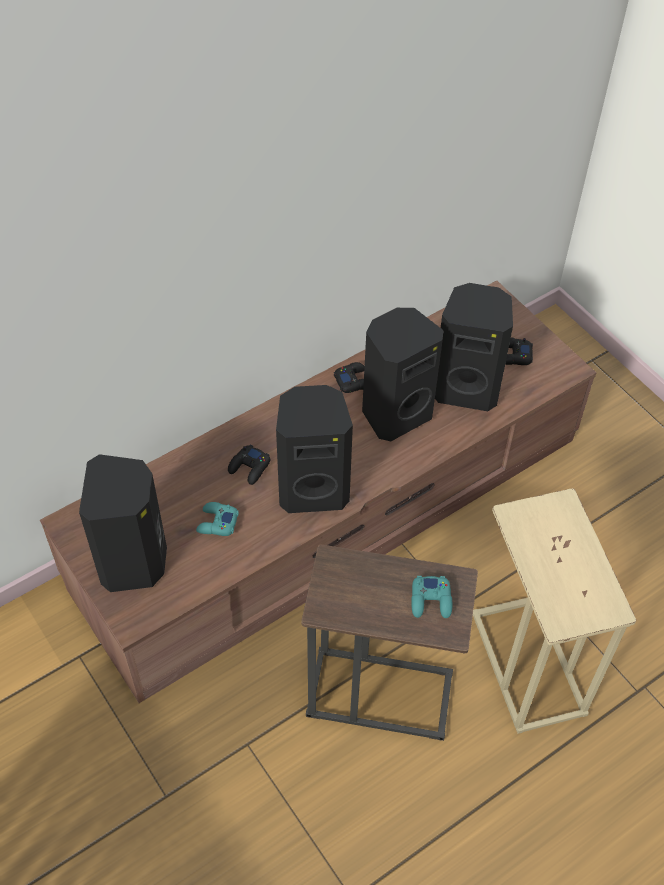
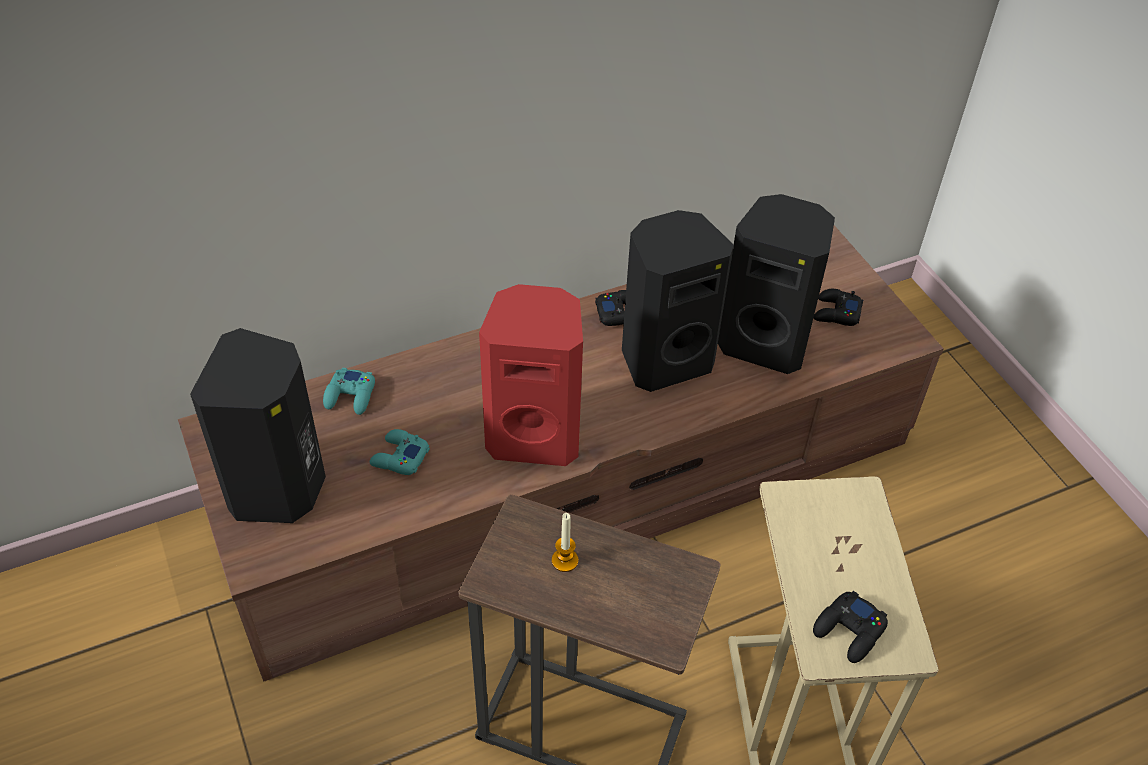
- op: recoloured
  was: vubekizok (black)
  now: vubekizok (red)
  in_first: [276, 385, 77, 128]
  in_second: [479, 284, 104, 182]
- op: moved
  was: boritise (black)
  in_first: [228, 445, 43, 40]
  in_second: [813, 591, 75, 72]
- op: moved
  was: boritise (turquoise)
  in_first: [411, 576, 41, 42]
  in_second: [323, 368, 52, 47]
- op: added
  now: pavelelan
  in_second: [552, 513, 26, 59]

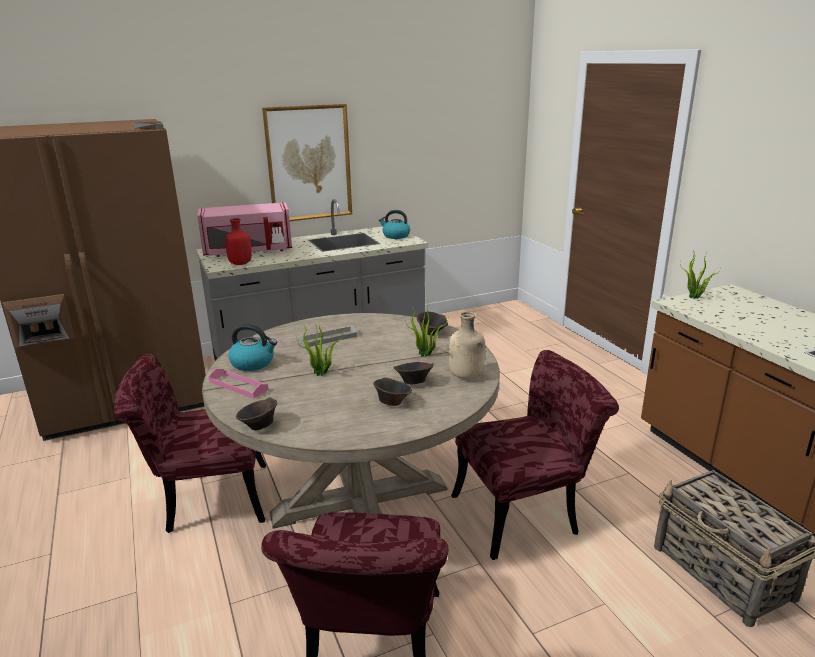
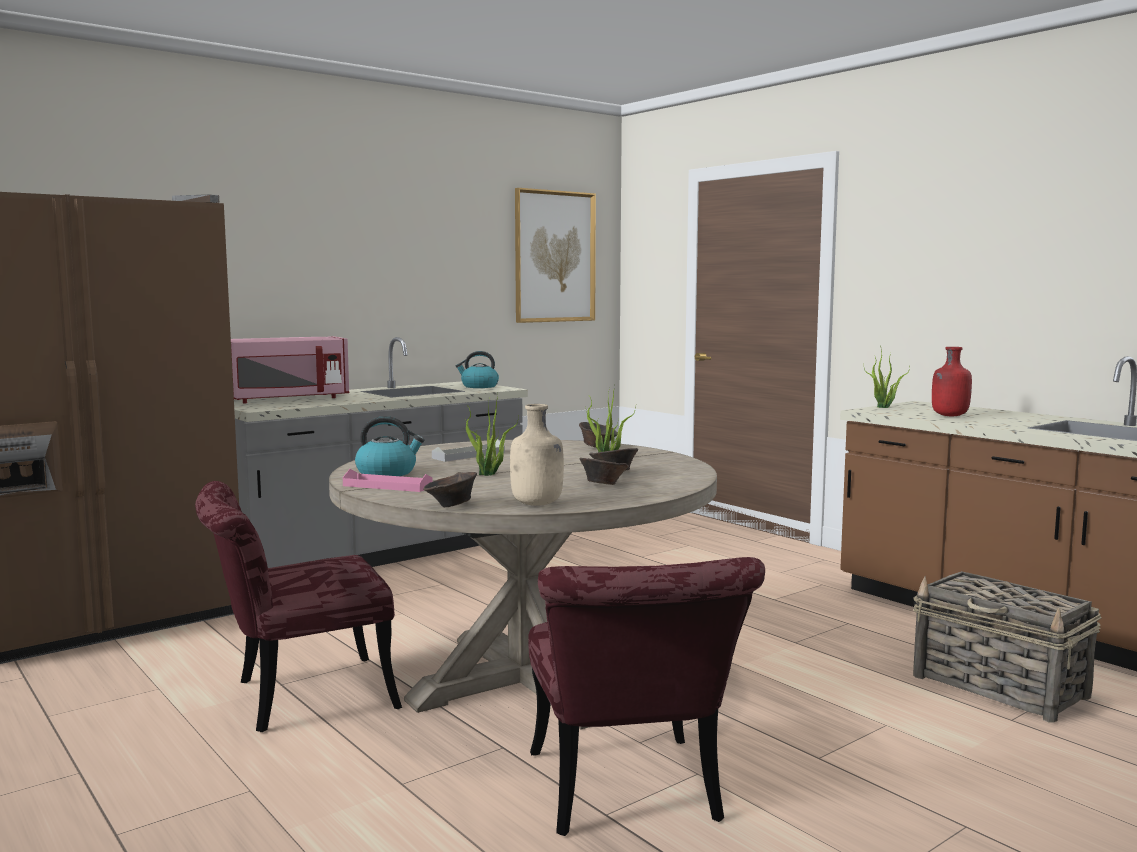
- op: moved
  was: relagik
  in_first: [262, 104, 90, 117]
  in_second: [515, 188, 81, 135]
- op: moved
  was: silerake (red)
  in_first: [225, 218, 27, 47]
  in_second: [932, 347, 40, 69]
- op: moved
  was: silerake (beige)
  in_first: [449, 312, 36, 67]
  in_second: [510, 404, 54, 102]
- op: removed
  was: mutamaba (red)
  in_first: [451, 350, 168, 210]

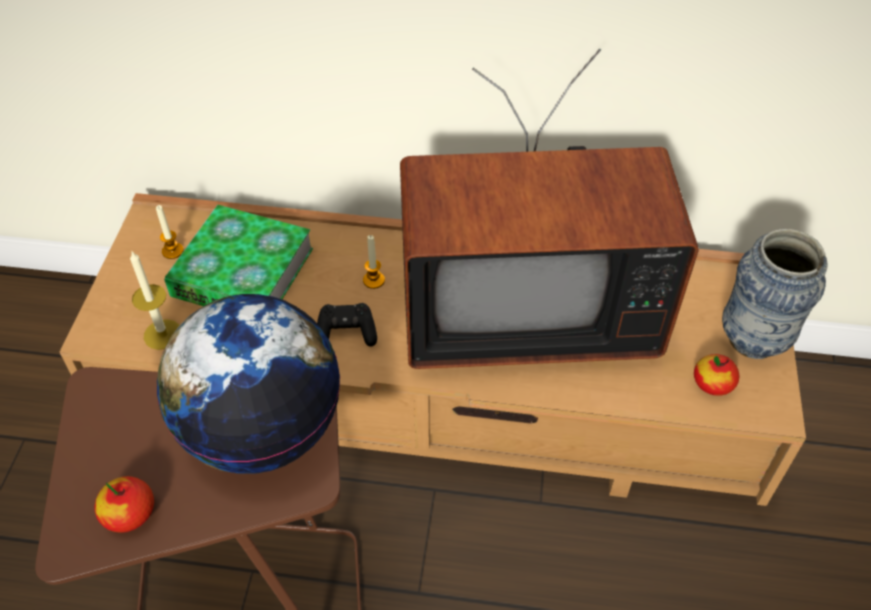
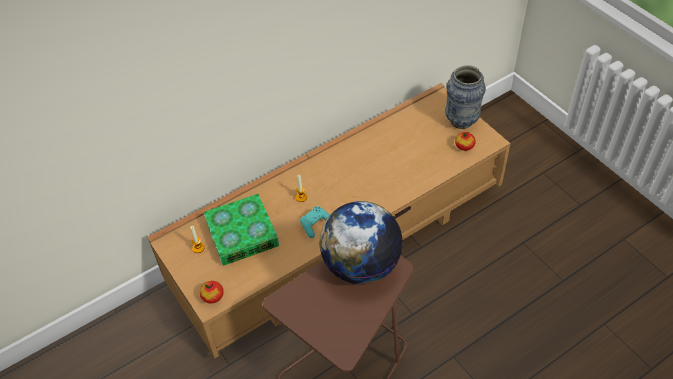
- op: removed
  was: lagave
  in_first: [400, 49, 299, 320]
- op: removed
  was: pavelelan
  in_first: [130, 252, 49, 98]
- op: recoloured
  was: boritise (black)
  now: boritise (turquoise)
  in_first: [317, 303, 60, 44]
  in_second: [300, 206, 30, 32]
- op: moved
  was: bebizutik
  in_first: [94, 476, 60, 57]
  in_second: [200, 281, 24, 23]

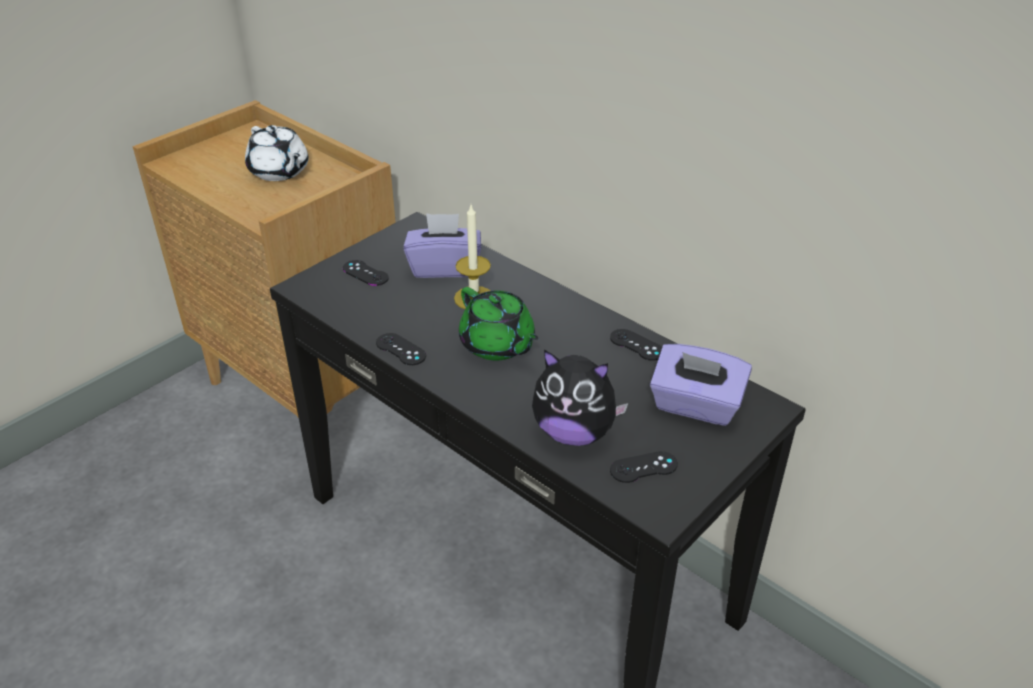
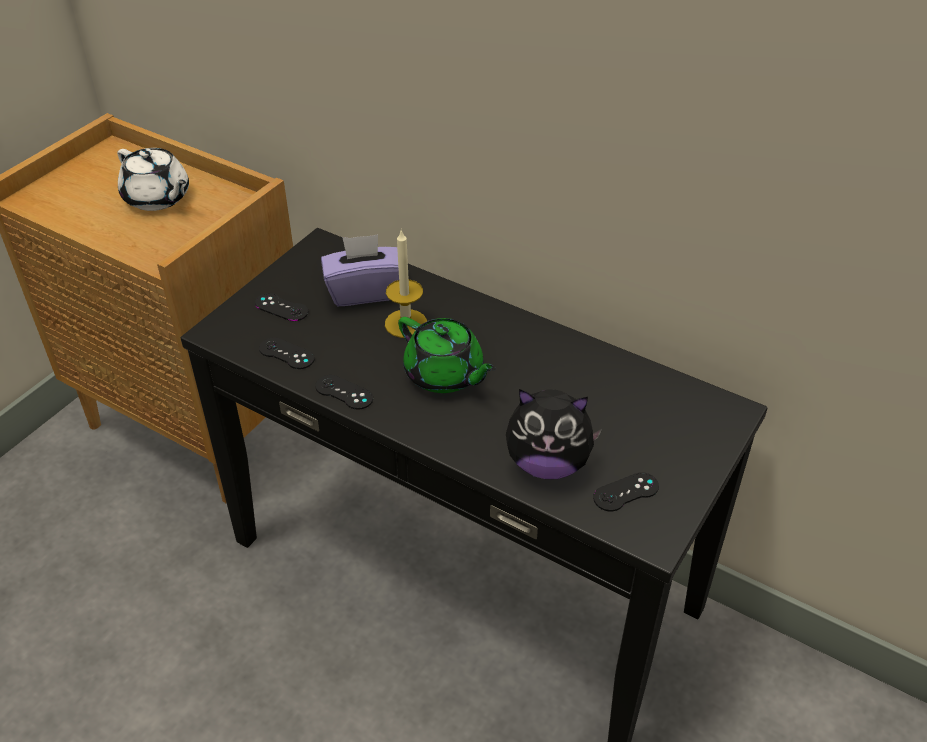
- op: moved
  was: boritise (black)
  in_first: [610, 329, 52, 32]
  in_second: [259, 337, 56, 32]
- op: removed
  was: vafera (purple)
  in_first: [650, 344, 102, 82]

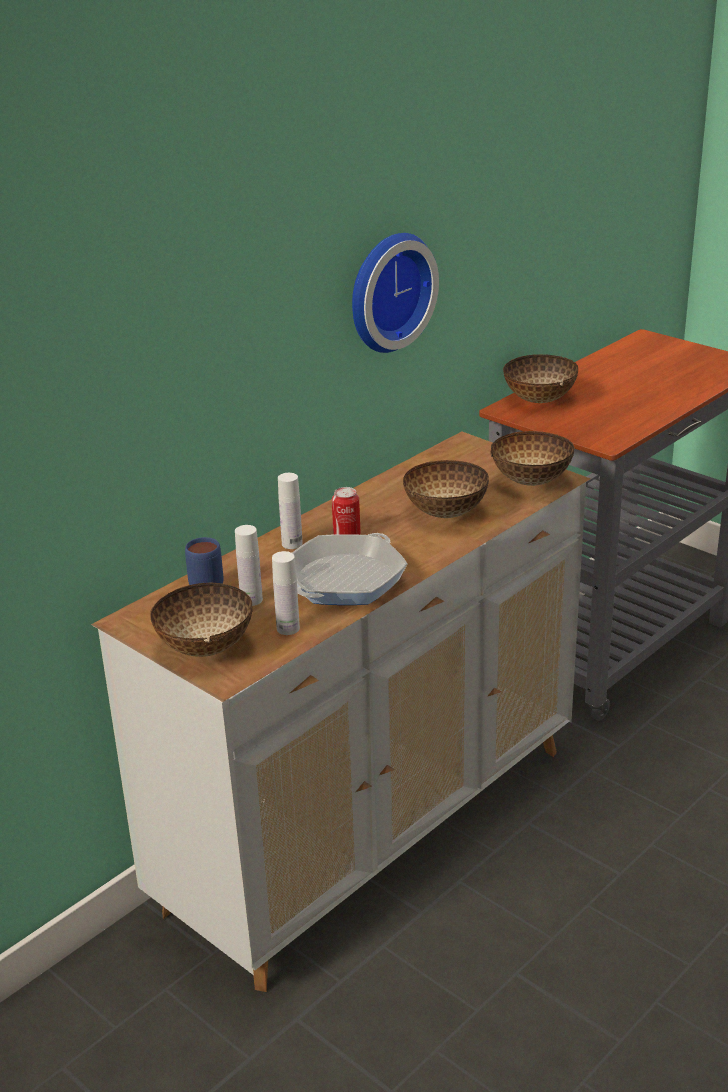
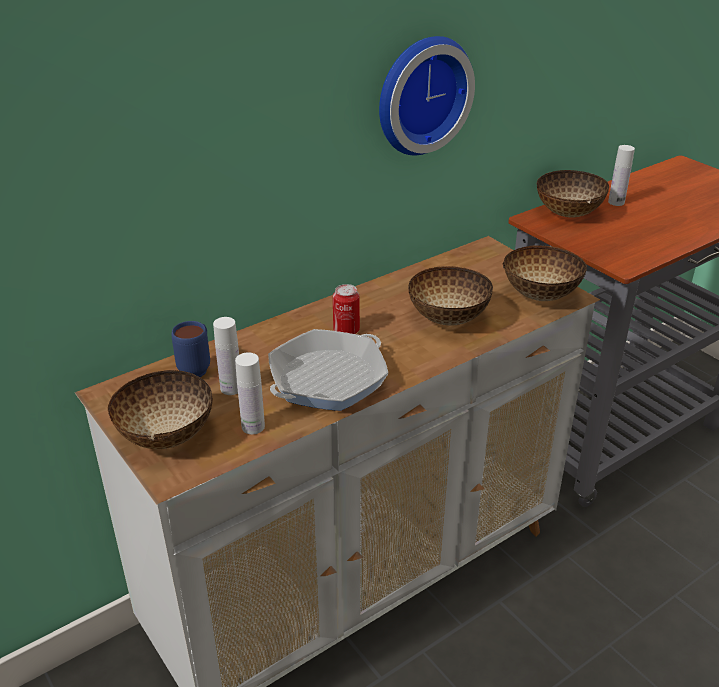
- op: moved
  was: silerake (white)
  in_first: [278, 473, 25, 76]
  in_second: [608, 145, 27, 61]

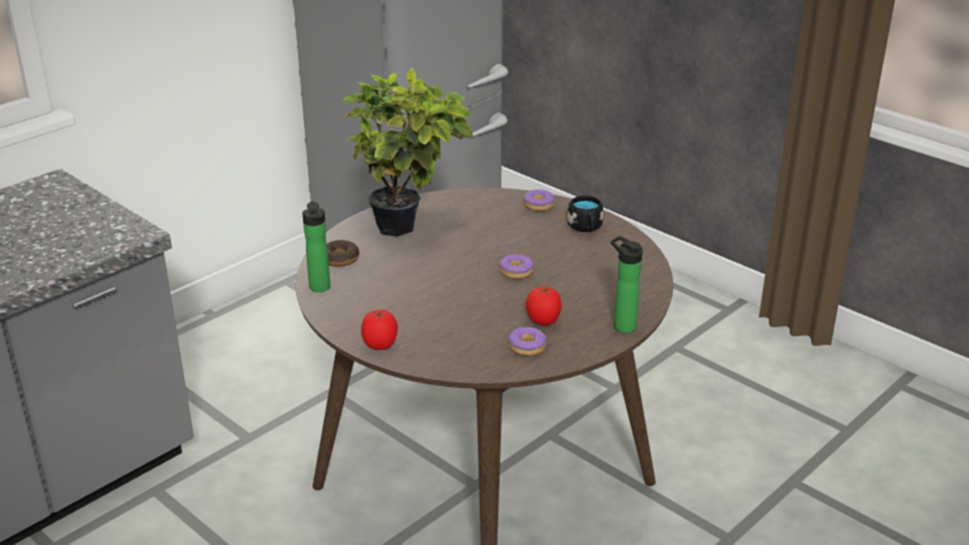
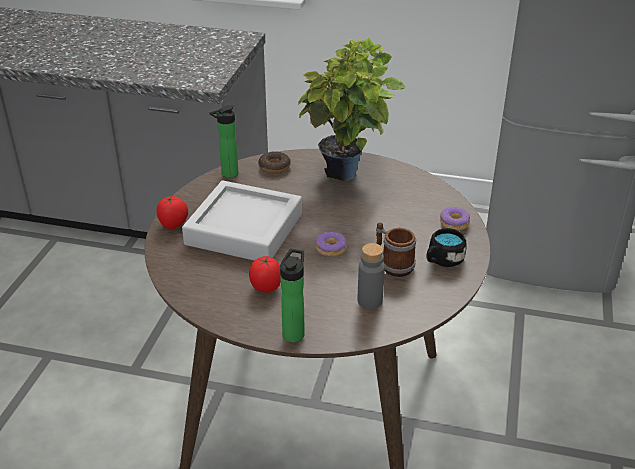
- op: removed
  was: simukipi
  in_first: [509, 327, 37, 29]
- op: added
  now: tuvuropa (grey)
  in_second: [182, 181, 120, 79]
- op: added
  now: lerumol
  in_second: [376, 222, 40, 55]
- op: added
  now: silerake (grey)
  in_second: [358, 243, 27, 66]

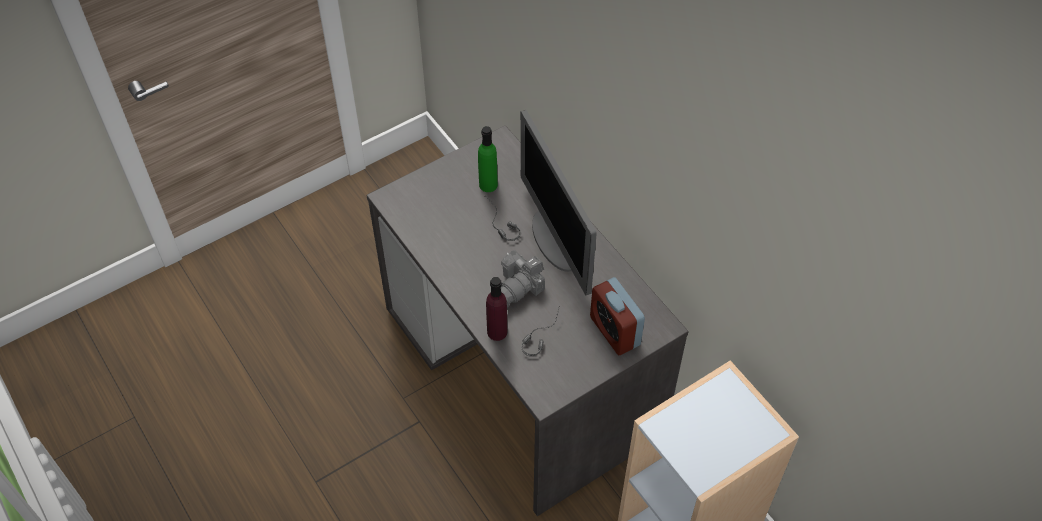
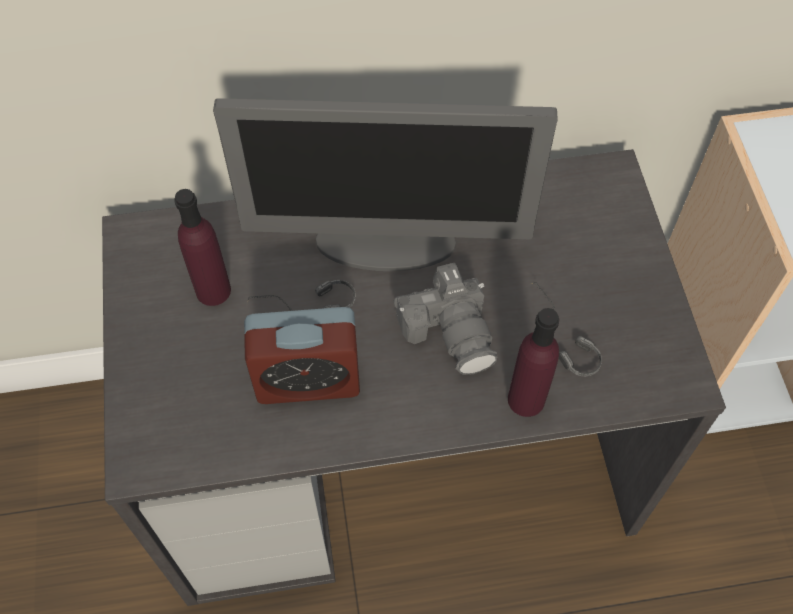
- op: recoloured
  was: silerake (green)
  now: silerake (purple)
  in_first: [478, 126, 20, 66]
  in_second: [174, 189, 57, 117]
- op: moved
  was: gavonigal
  in_first: [590, 277, 55, 78]
  in_second: [244, 307, 116, 97]

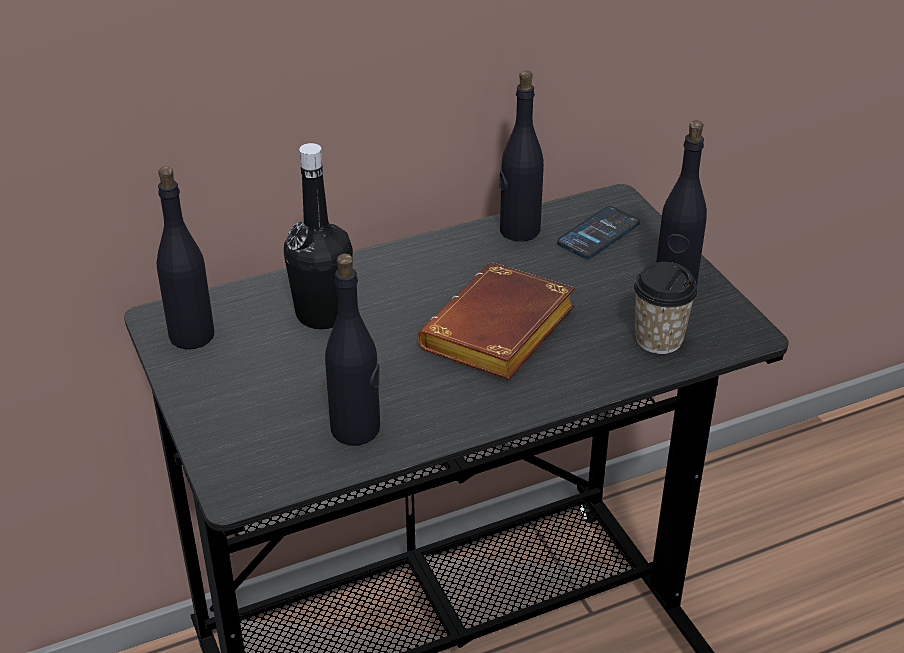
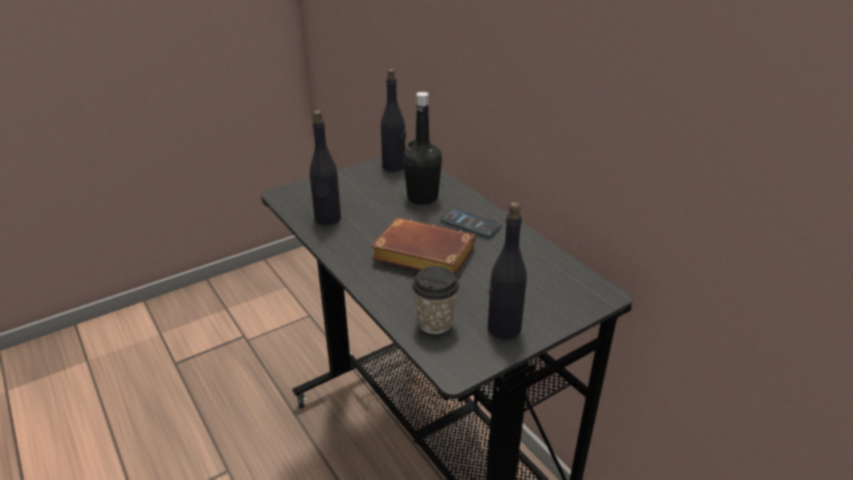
- op: removed
  was: silerake (black)
  in_first: [500, 70, 44, 172]
- op: moved
  was: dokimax
  in_first: [557, 206, 83, 53]
  in_second: [440, 209, 62, 29]

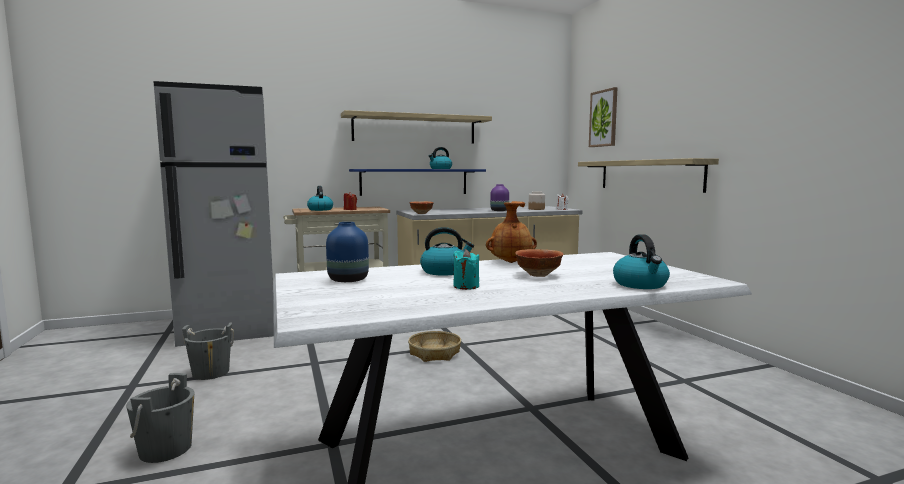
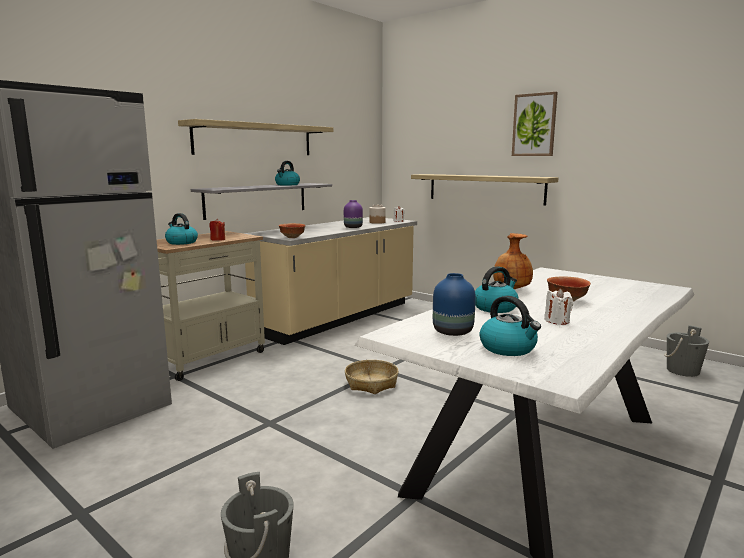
- op: moved
  was: relagik
  in_first: [589, 87, 29, 60]
  in_second: [512, 92, 46, 64]
- op: recoloured
  was: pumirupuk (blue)
  now: pumirupuk (grey)
  in_first: [349, 169, 137, 27]
  in_second: [191, 183, 141, 37]
- op: moved
  was: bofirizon
  in_first: [613, 234, 57, 55]
  in_second: [479, 296, 62, 60]
- op: recoloured
  was: pavelelan (turquoise)
  now: pavelelan (white)
  in_first: [453, 249, 26, 41]
  in_second: [544, 288, 29, 37]
- op: moved
  was: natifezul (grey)
  in_first: [182, 322, 52, 58]
  in_second: [664, 325, 45, 52]

